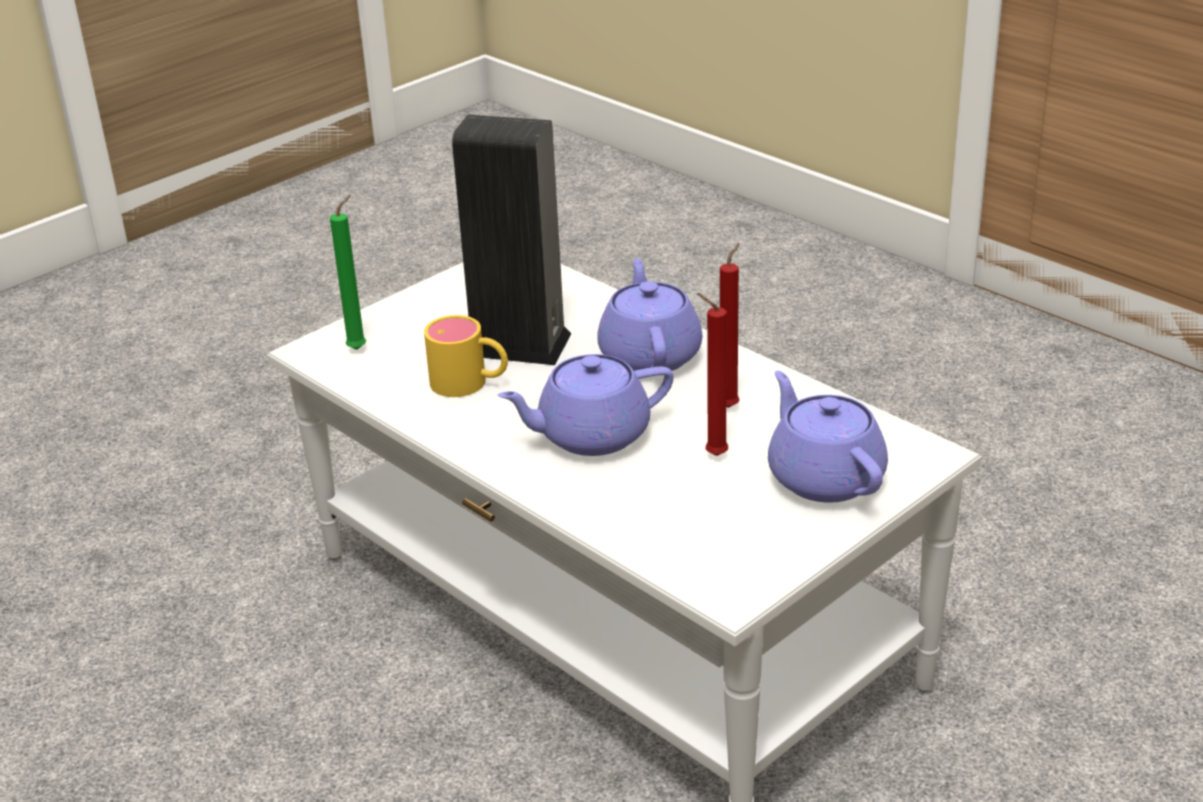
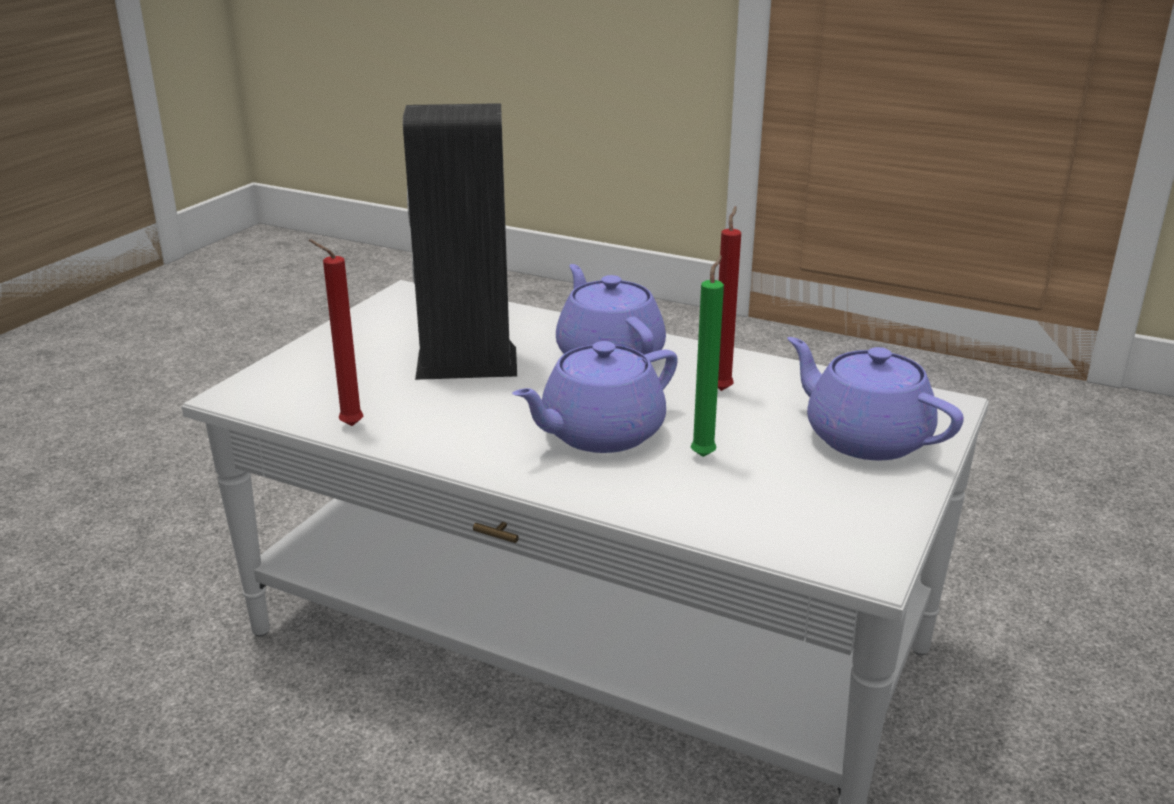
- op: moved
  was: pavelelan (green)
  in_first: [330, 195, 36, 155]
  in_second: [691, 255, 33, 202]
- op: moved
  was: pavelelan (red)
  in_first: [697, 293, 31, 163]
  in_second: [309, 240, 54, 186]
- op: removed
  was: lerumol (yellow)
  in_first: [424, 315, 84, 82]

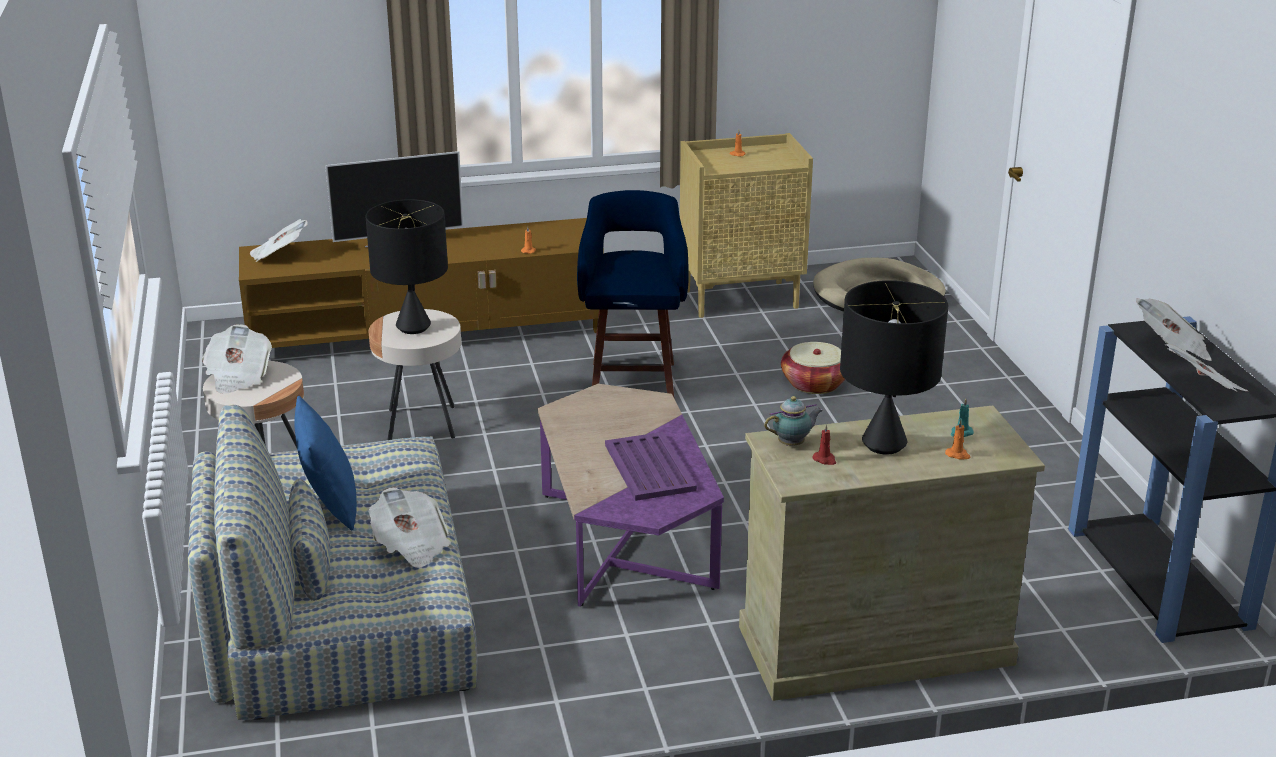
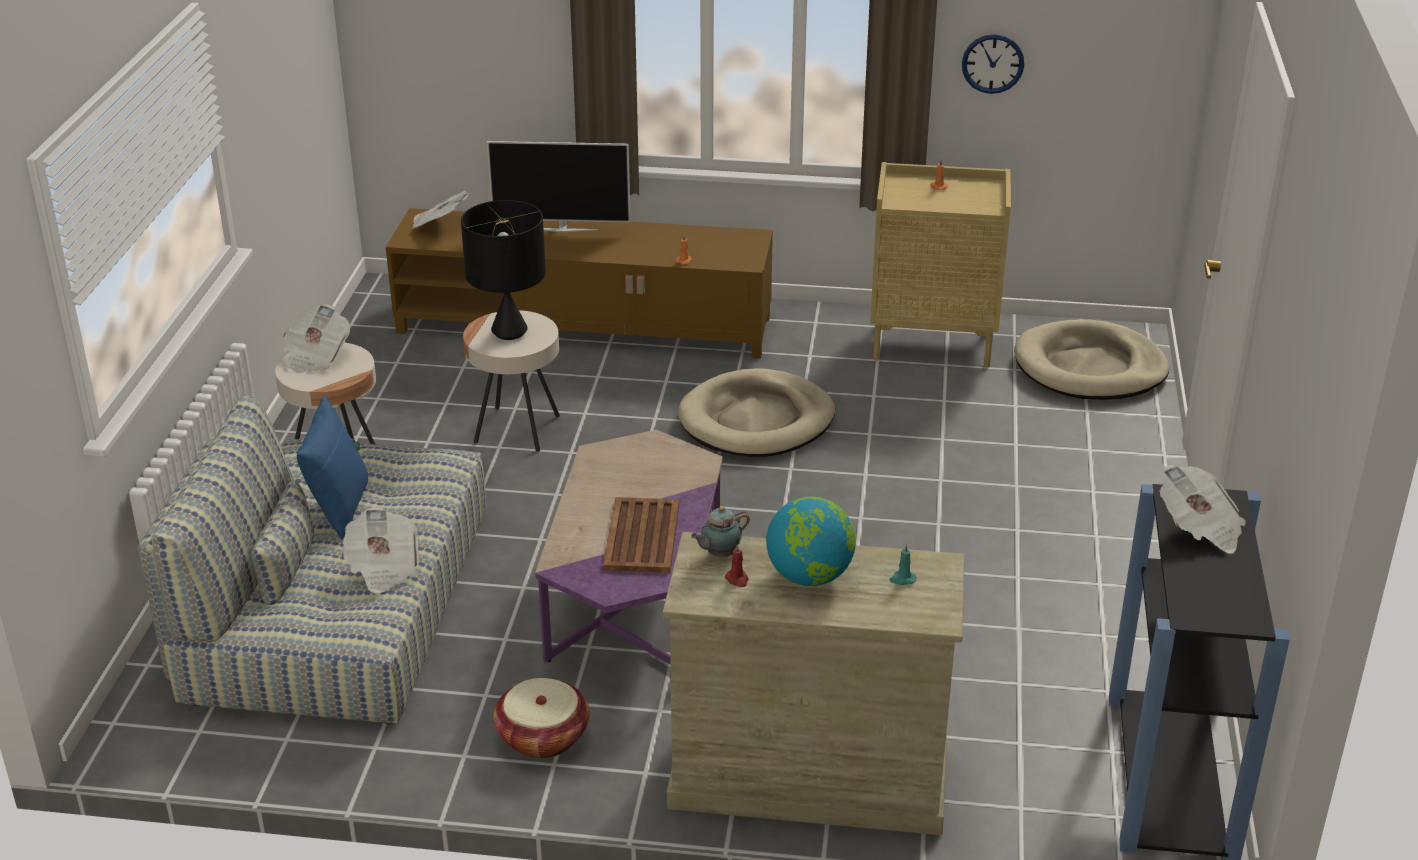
- op: replaced
  was: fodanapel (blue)
  now: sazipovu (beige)
  in_first: [577, 190, 112, 209]
  in_second: [678, 368, 157, 89]
- op: replaced
  was: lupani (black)
  now: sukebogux
  in_first: [840, 280, 108, 175]
  in_second: [766, 496, 90, 90]
- op: moved
  was: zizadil
  in_first: [781, 342, 64, 52]
  in_second: [493, 678, 97, 80]
- op: removed
  was: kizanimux
  in_first: [1165, 344, 83, 47]
- op: turned
  was: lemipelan
  in_first: [764, 396, 59, 50]
  in_second: [691, 506, 59, 51]
  clockwise: 150
- op: removed
  was: pavelelan (orange)
  in_first: [945, 420, 26, 40]
- op: recoloured
  was: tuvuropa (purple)
  now: tuvuropa (brown)
  in_first: [605, 432, 92, 69]
  in_second: [603, 497, 76, 76]
- op: added
  now: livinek
  in_second: [962, 34, 62, 60]

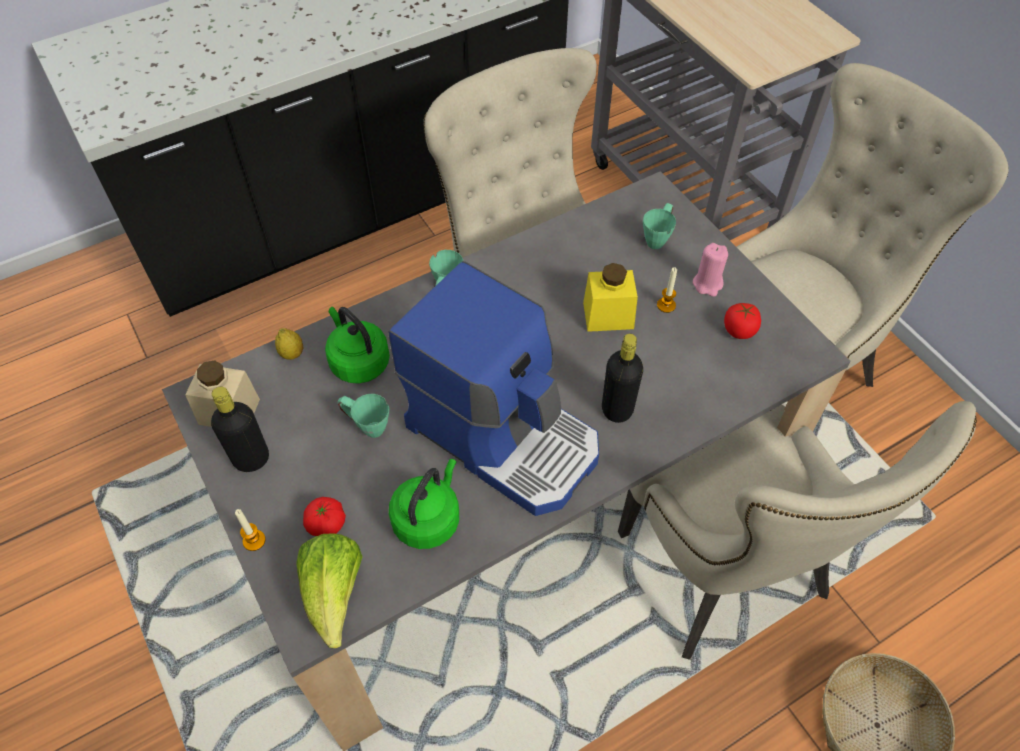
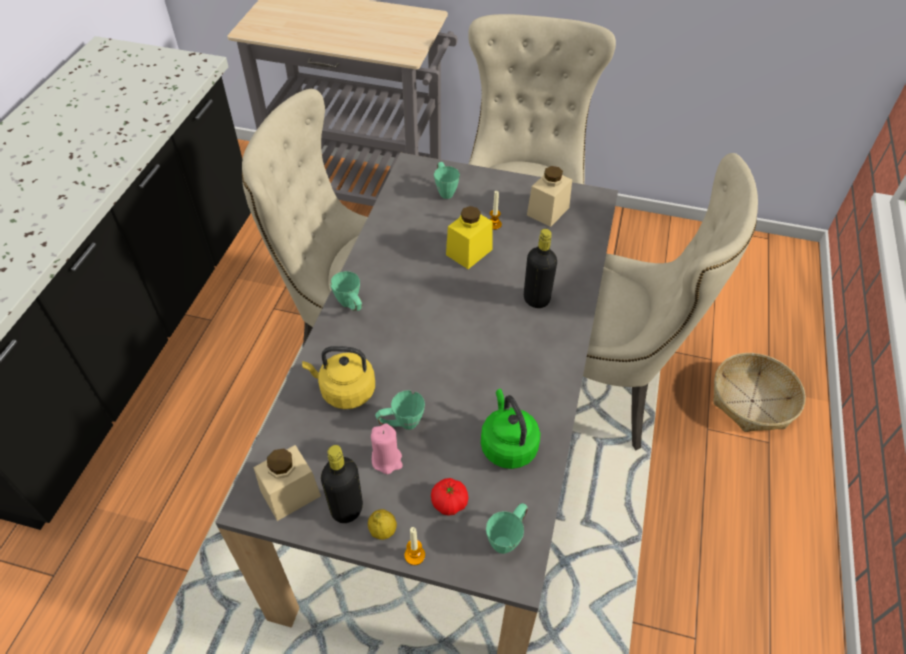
- op: moved
  was: pavelelan (pink)
  in_first: [693, 243, 35, 54]
  in_second: [371, 423, 32, 51]
- op: removed
  was: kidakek
  in_first: [388, 261, 211, 255]
- op: replaced
  was: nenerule
  now: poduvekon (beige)
  in_first: [724, 303, 37, 36]
  in_second: [527, 166, 45, 61]
- op: recoloured
  was: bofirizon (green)
  now: bofirizon (yellow)
  in_first: [325, 307, 65, 76]
  in_second: [302, 346, 73, 63]
- op: moved
  was: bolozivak
  in_first: [275, 328, 29, 32]
  in_second: [368, 509, 29, 31]
- op: replaced
  was: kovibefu
  now: lerumol (green)
  in_first: [296, 533, 66, 115]
  in_second: [486, 503, 42, 51]

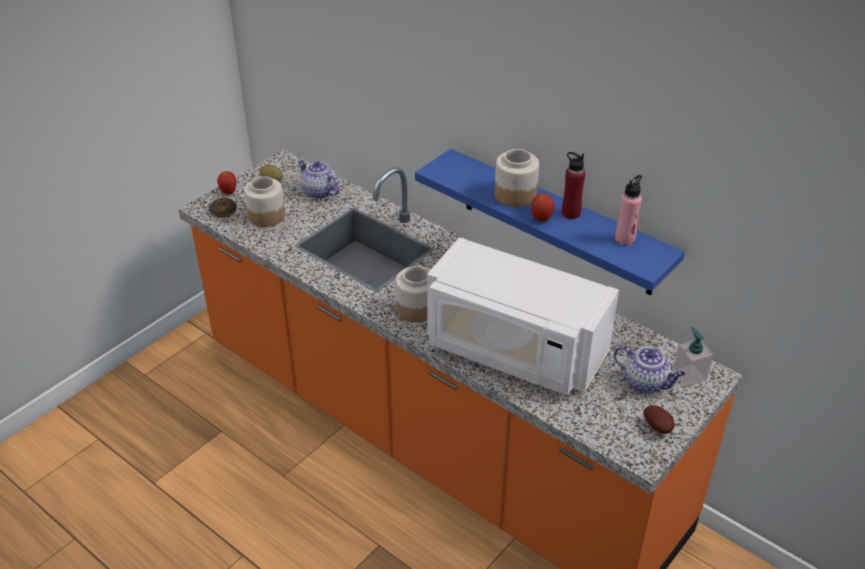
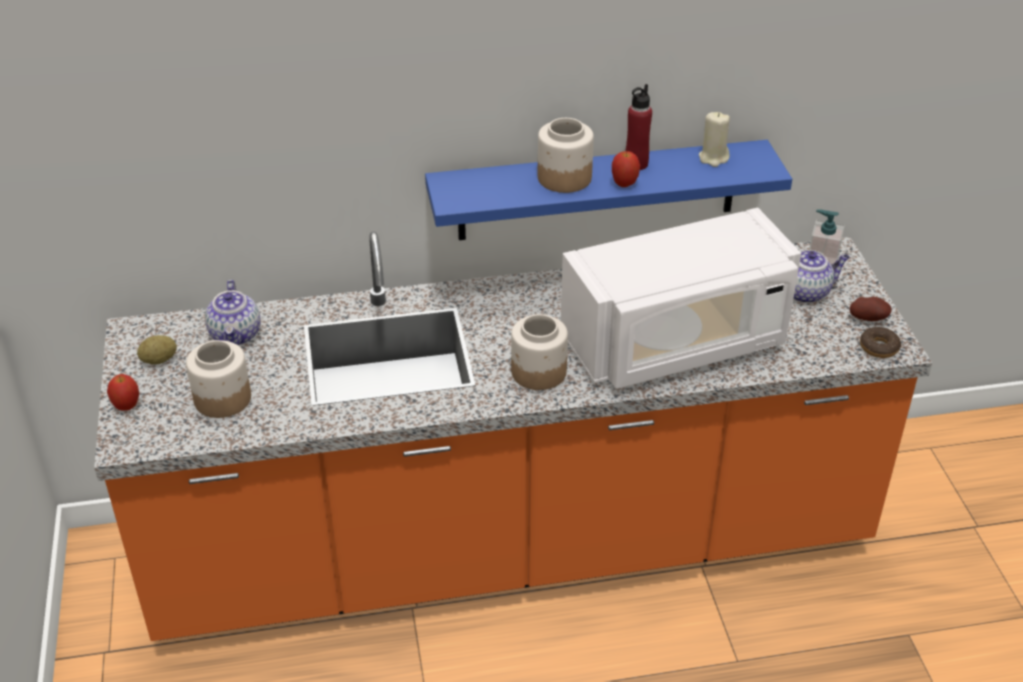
- op: turned
  was: lemipelan
  in_first: [297, 159, 43, 40]
  in_second: [205, 280, 55, 65]
  clockwise: -90
- op: replaced
  was: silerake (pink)
  now: pavelelan (beige)
  in_first: [615, 175, 27, 71]
  in_second: [699, 112, 31, 55]
- op: moved
  was: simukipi
  in_first: [209, 198, 28, 20]
  in_second: [860, 327, 41, 31]

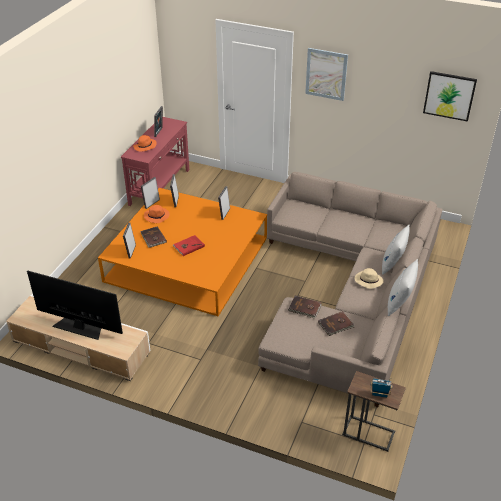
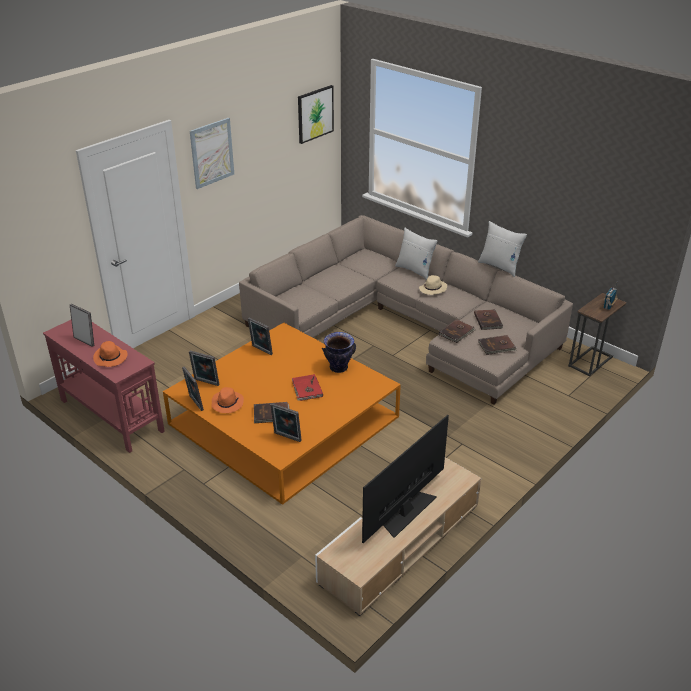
- op: added
  now: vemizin
  in_second: [322, 332, 34, 41]
- op: added
  now: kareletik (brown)
  in_second: [478, 335, 39, 20]

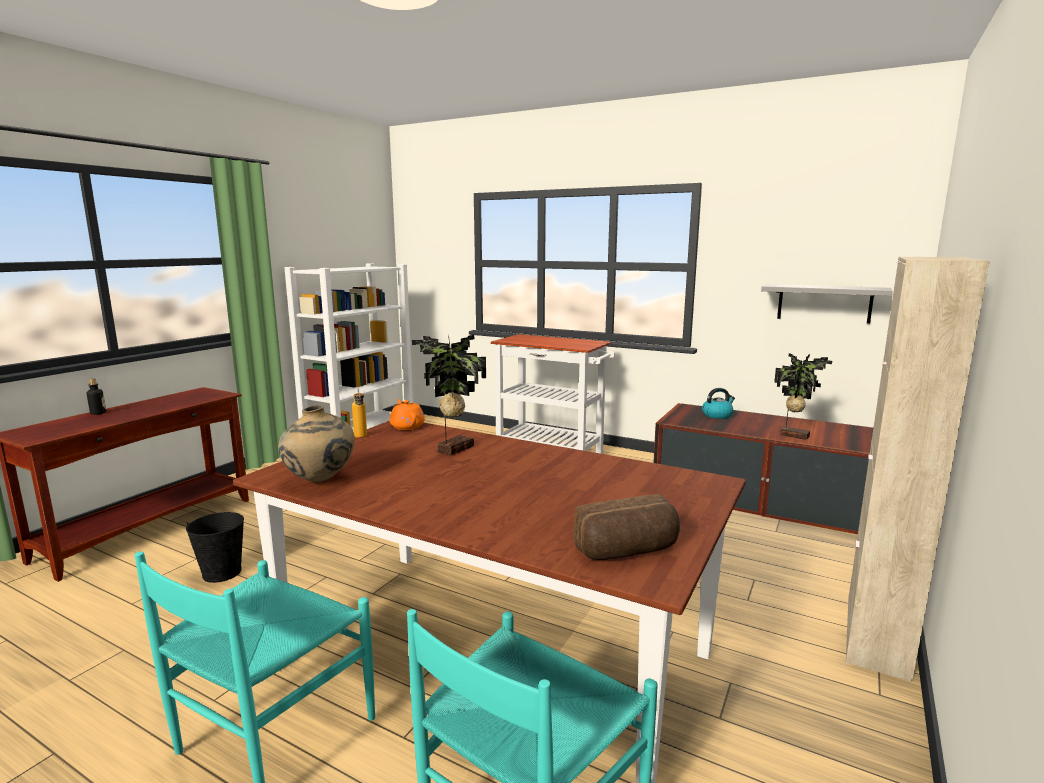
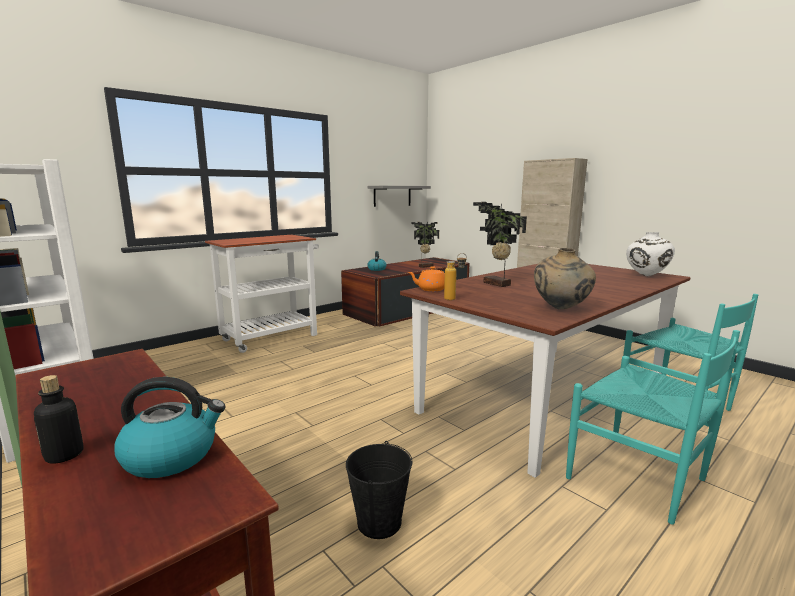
- op: replaced
  was: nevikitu
  now: vemizin (white)
  in_first: [574, 494, 106, 66]
  in_second: [626, 232, 49, 44]
- op: added
  now: bofirizon
  in_second: [114, 377, 111, 101]

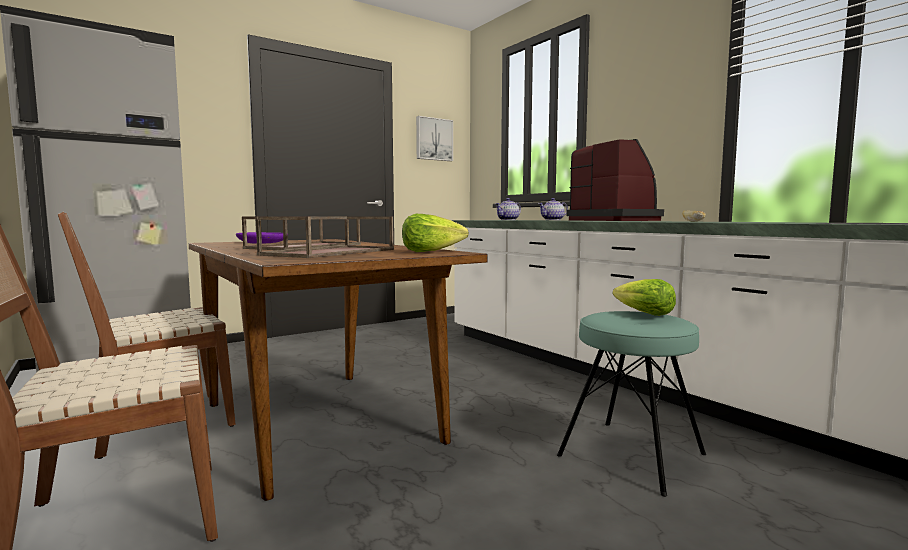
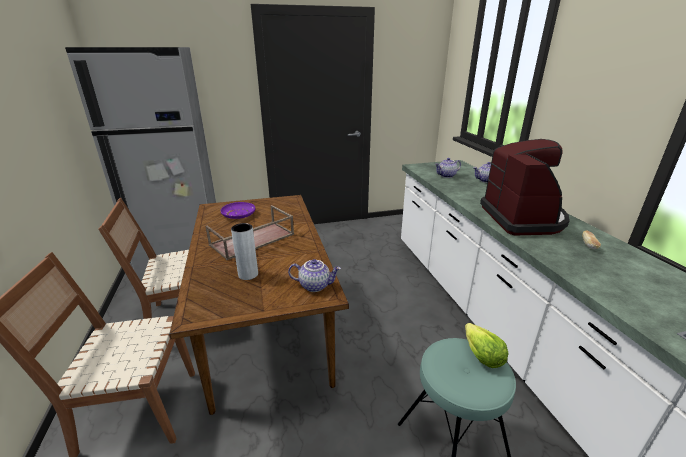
- op: removed
  was: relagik
  in_first: [416, 116, 37, 45]
- op: replaced
  was: kovibefu
  now: lemipelan
  in_first: [402, 214, 67, 38]
  in_second: [288, 259, 53, 33]
- op: replaced
  was: tuvuropa (brown)
  now: vemizin (grey)
  in_first: [255, 216, 139, 42]
  in_second: [231, 223, 27, 57]

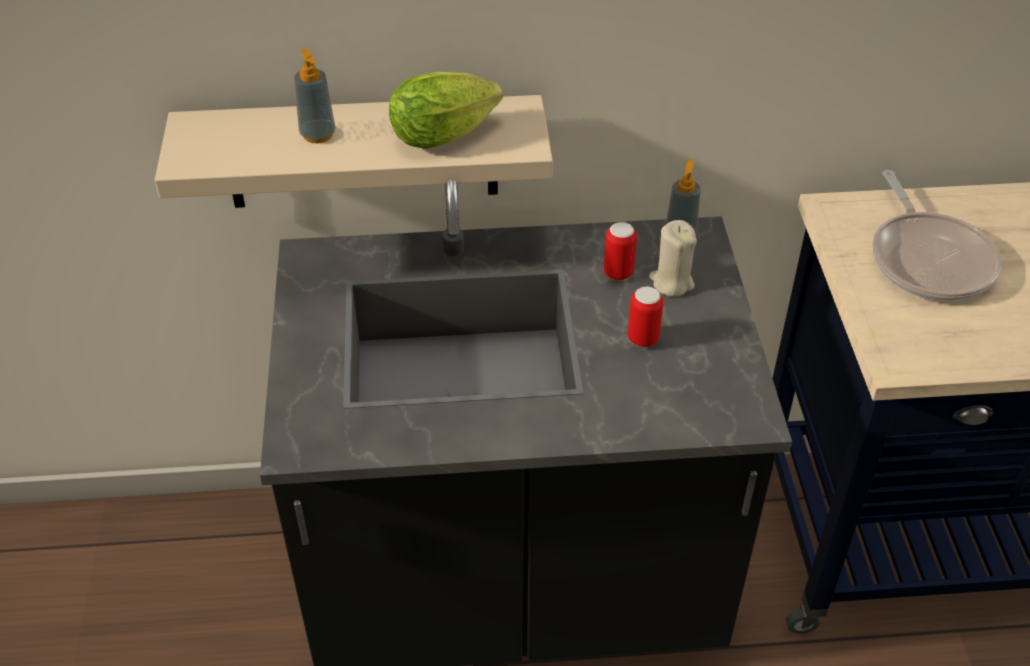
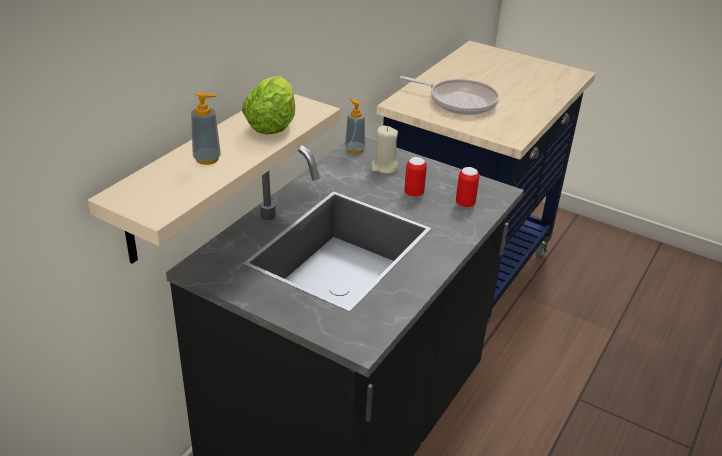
- op: moved
  was: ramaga
  in_first: [604, 222, 33, 59]
  in_second: [456, 167, 23, 41]

